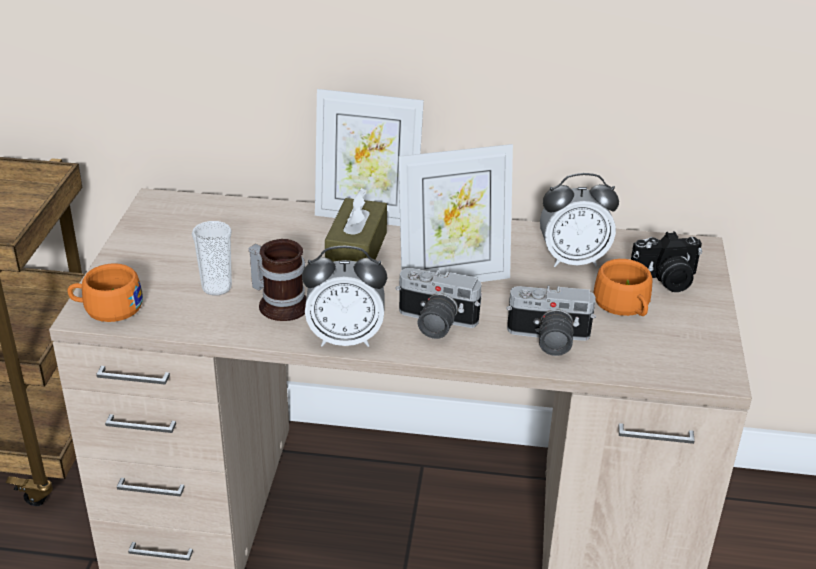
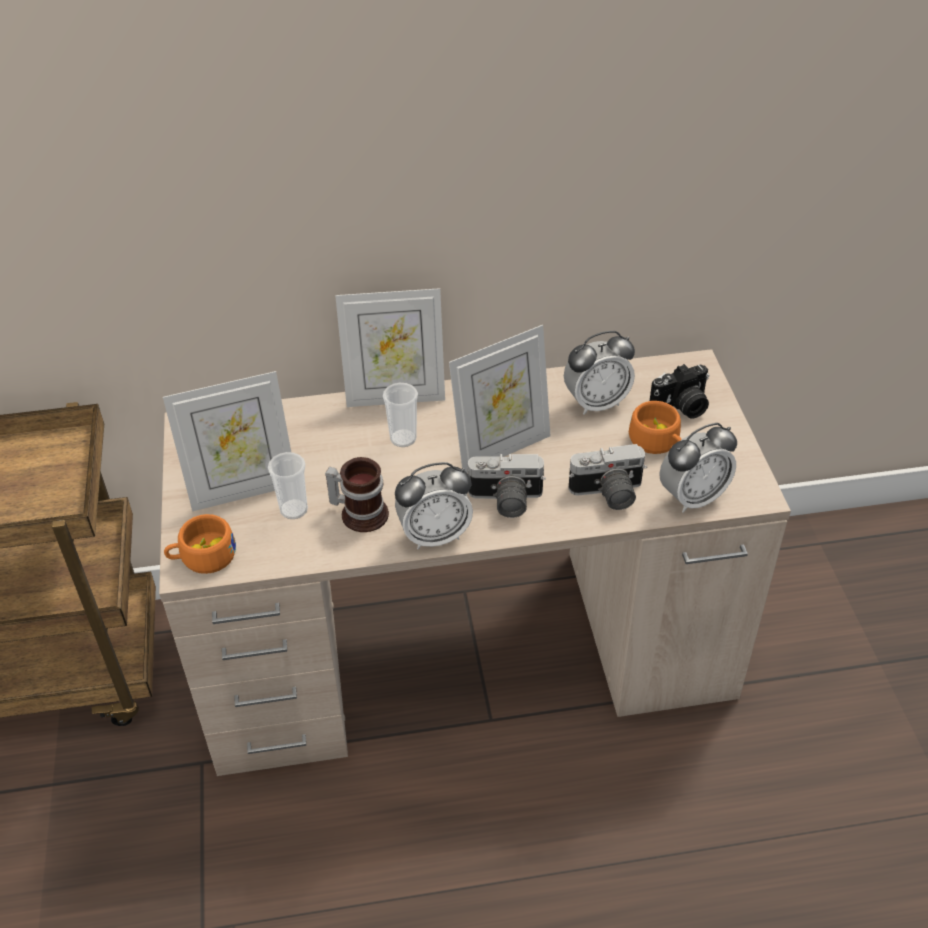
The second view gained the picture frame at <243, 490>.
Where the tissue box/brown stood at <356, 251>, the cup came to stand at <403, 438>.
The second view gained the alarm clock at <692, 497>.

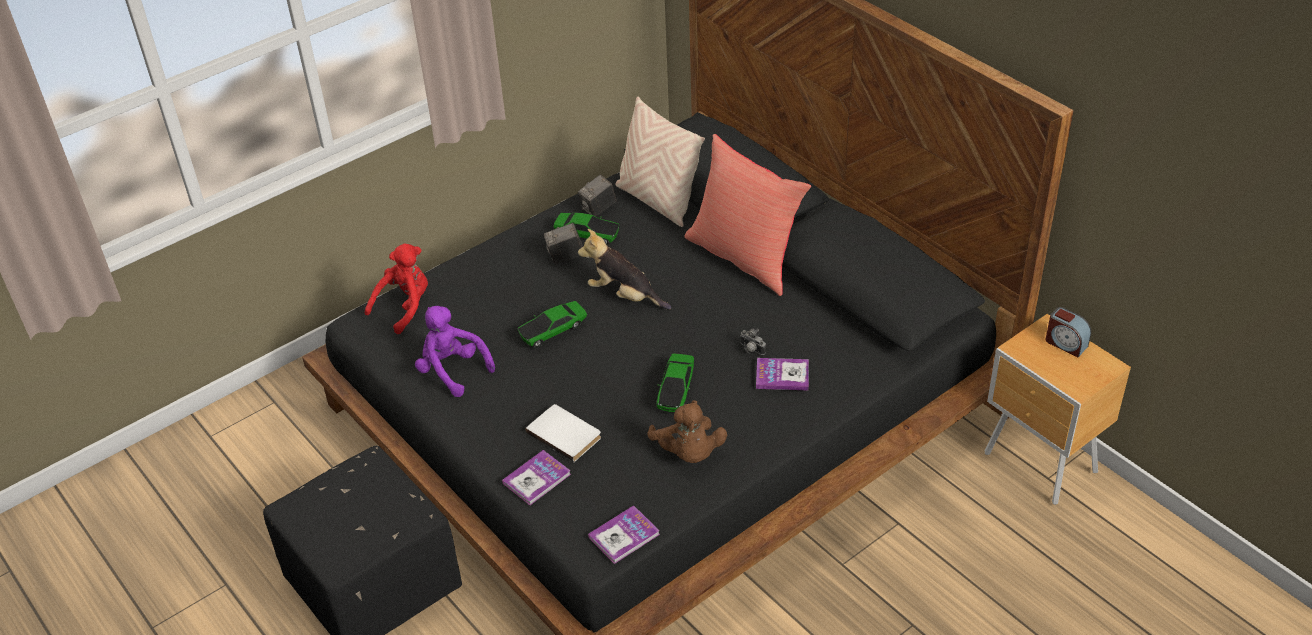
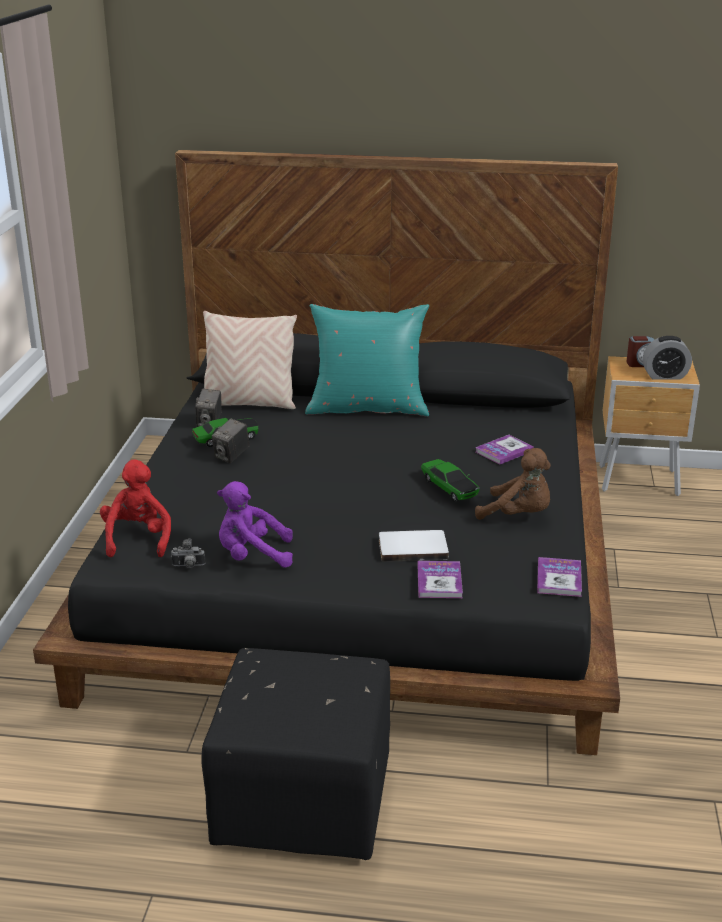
The photo camera ended up elsewhere, having gone from <751, 350> to <188, 566>.
What was the pillow/red at <744, 257> turned into the pillow/turquoise at <367, 408>.
The second view gained the alarm clock at <664, 376>.
The second view lost the toy car at <553, 330>.
The second view lost the plush toy at <624, 296>.

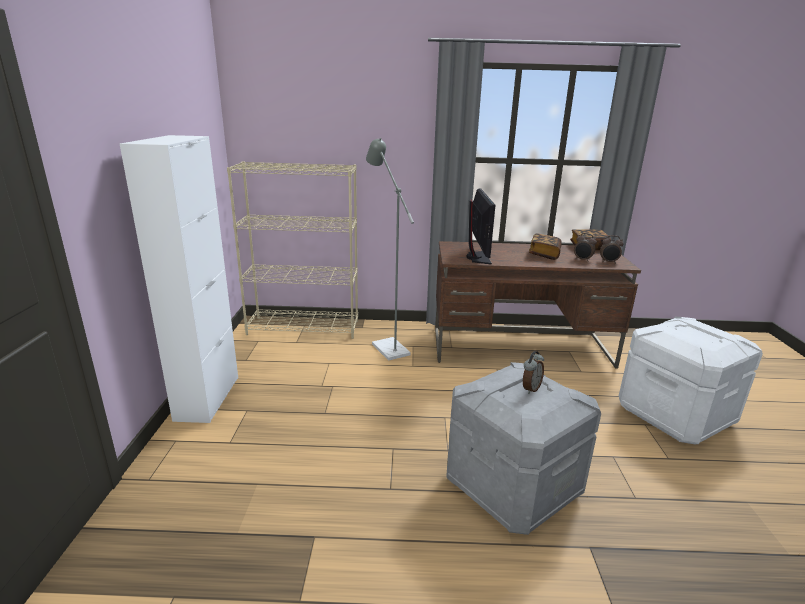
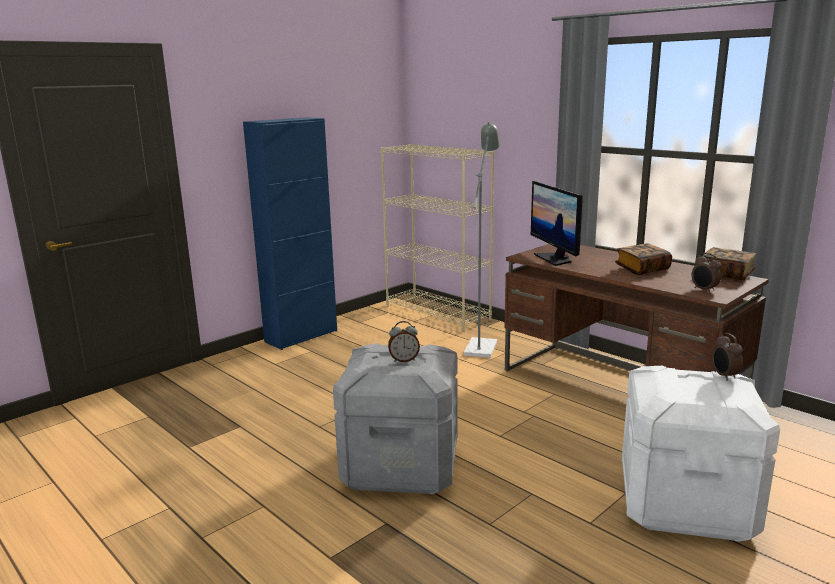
What was the cabinet/white at <207, 398> turned into the cabinet/blue at <301, 336>.
The monitor at <477, 257> ended up facing another way, 120 degrees clockwise from before.
The alarm clock ended up elsewhere, having gone from <582, 260> to <724, 376>.

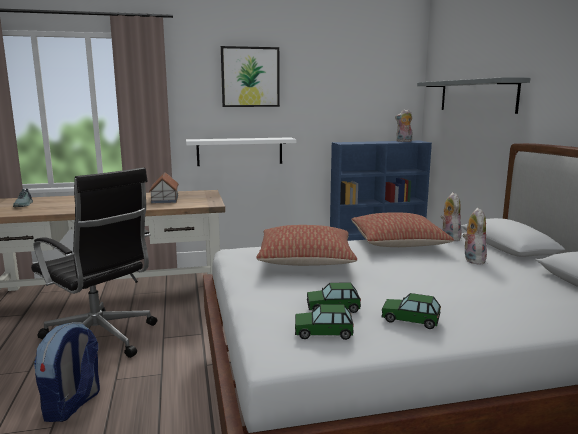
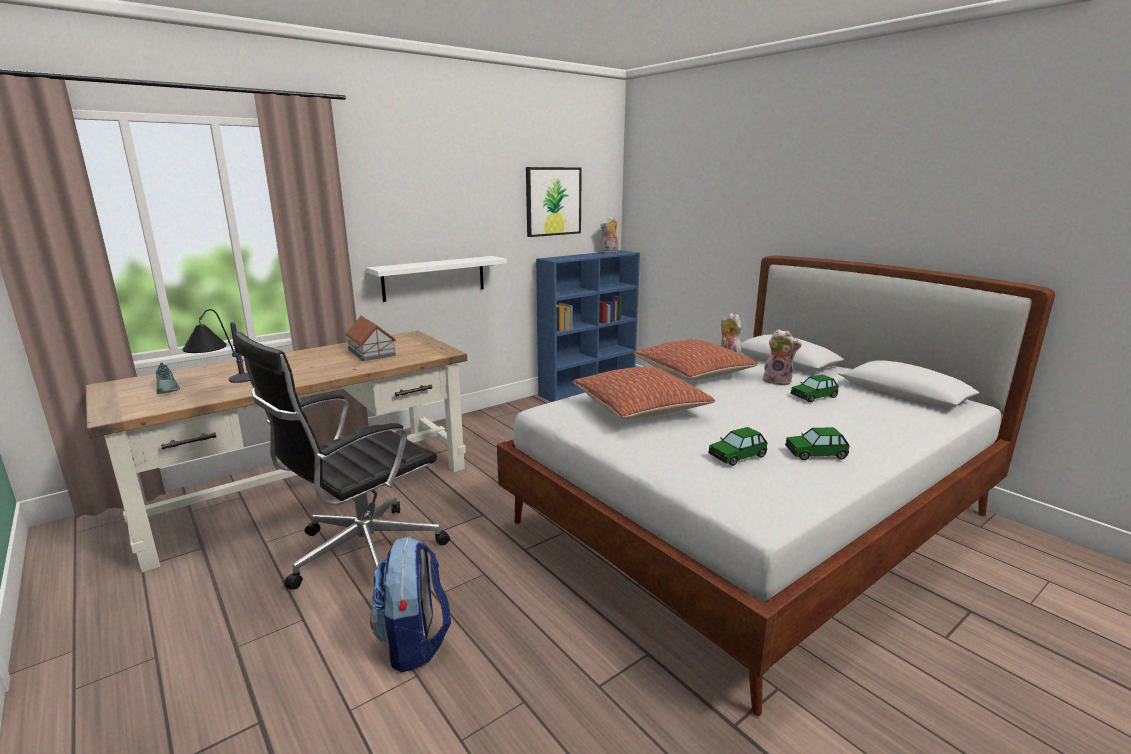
The second view gained the table lamp at <225, 387>.
The office chair/black at <100, 340> ended up facing another way, 120 degrees clockwise from before.
The picture ended up elsewhere, having gone from <250, 77> to <553, 201>.
The plush toy at <472, 259> ended up facing another way, 135 degrees clockwise from before.
The toy car ended up elsewhere, having gone from <323, 332> to <813, 396>.
The second view lost the shelf/grey at <476, 96>.

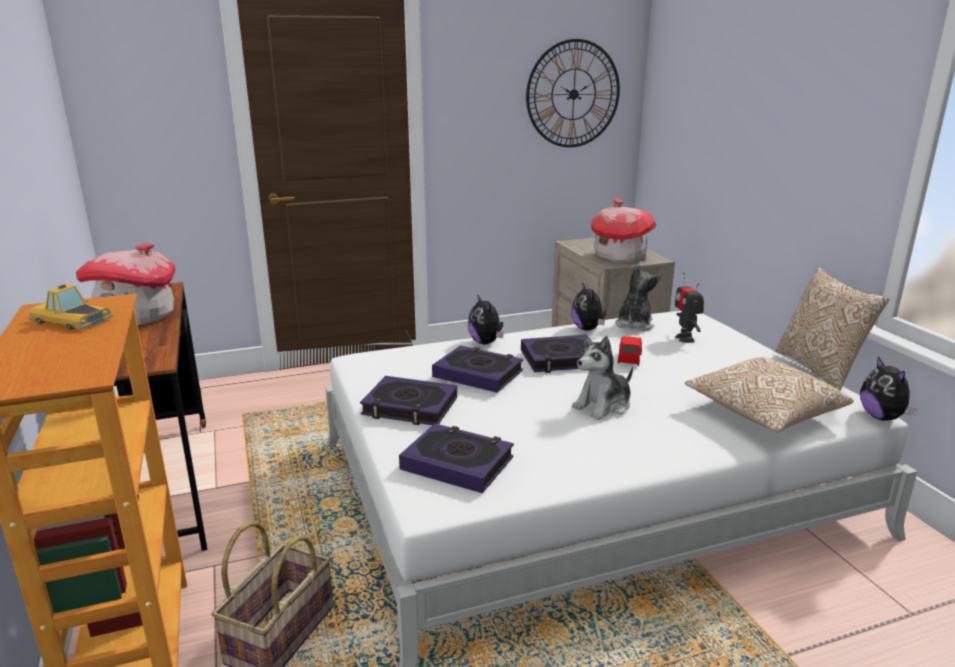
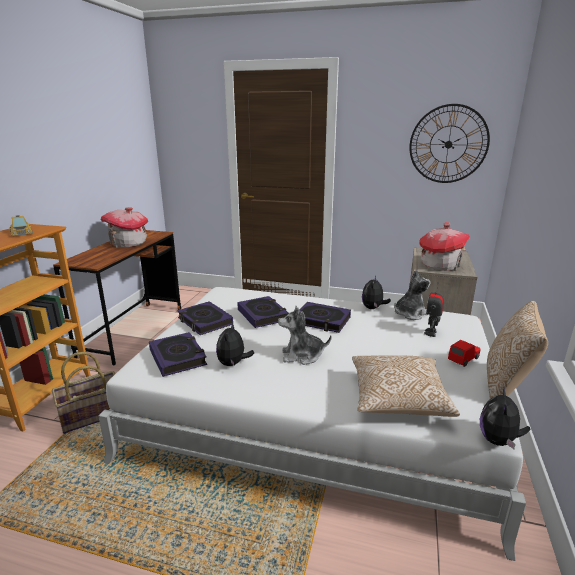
The plush toy ended up elsewhere, having gone from <486, 342> to <233, 364>.
The toy car/red ended up elsewhere, having gone from <629, 358> to <463, 359>.

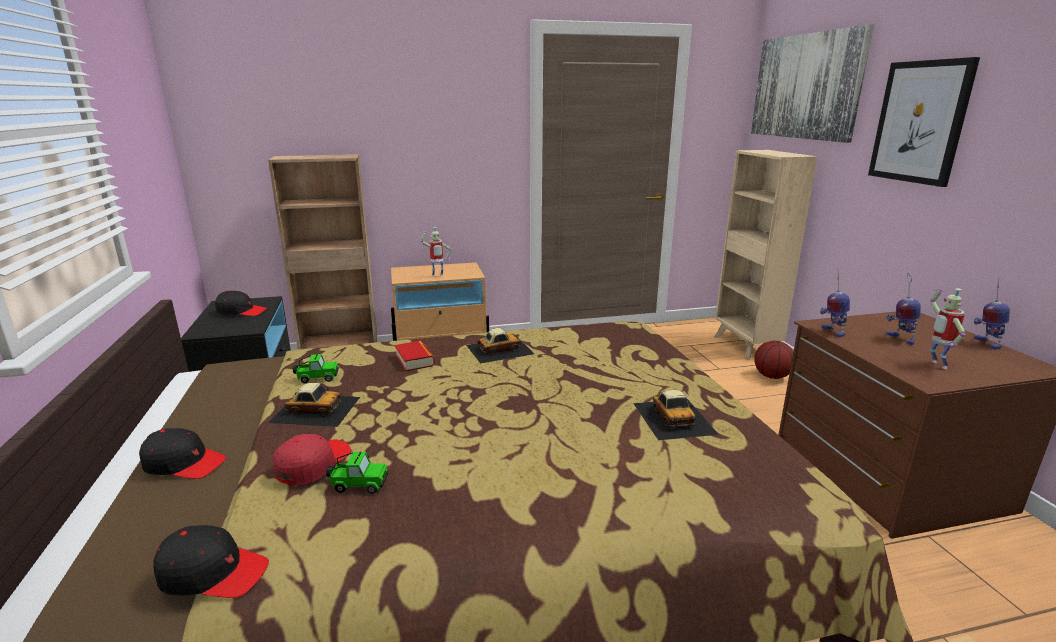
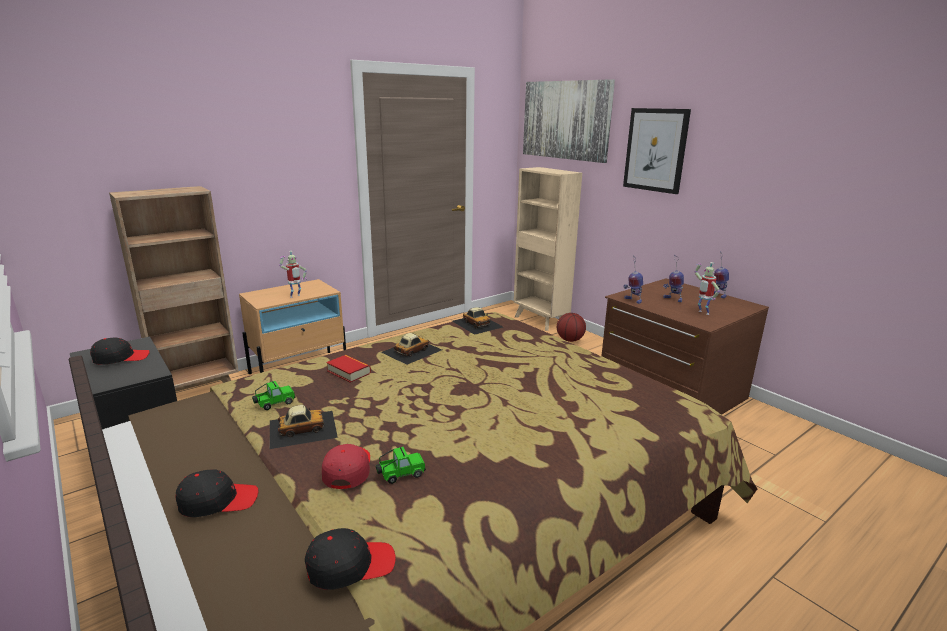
The toy car ended up elsewhere, having gone from <674, 418> to <477, 323>.

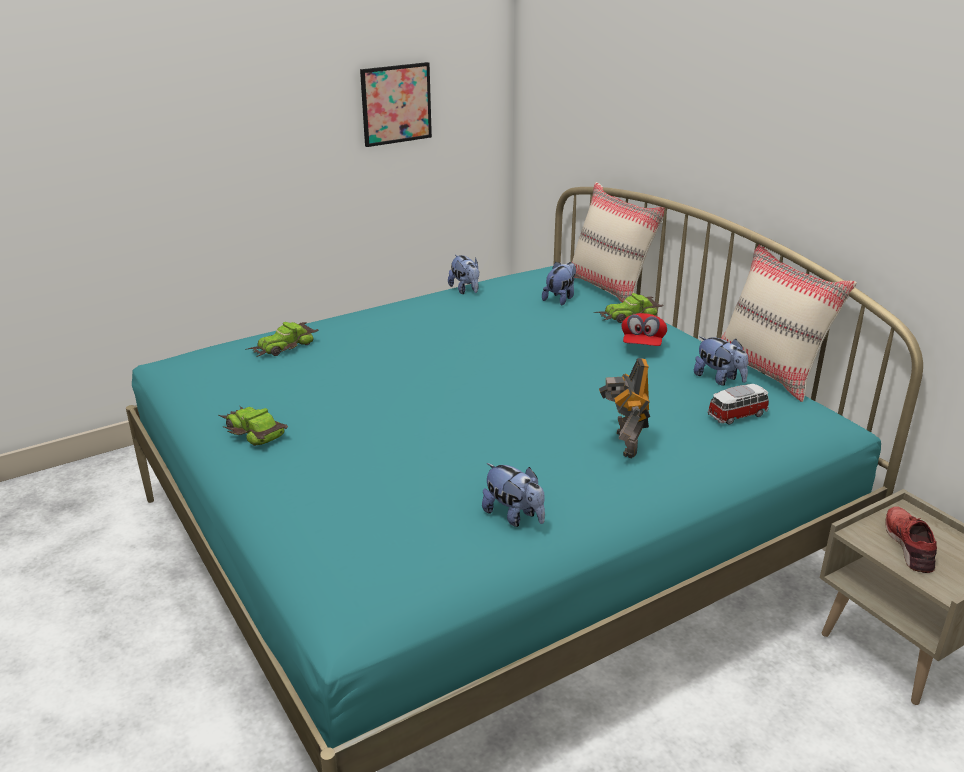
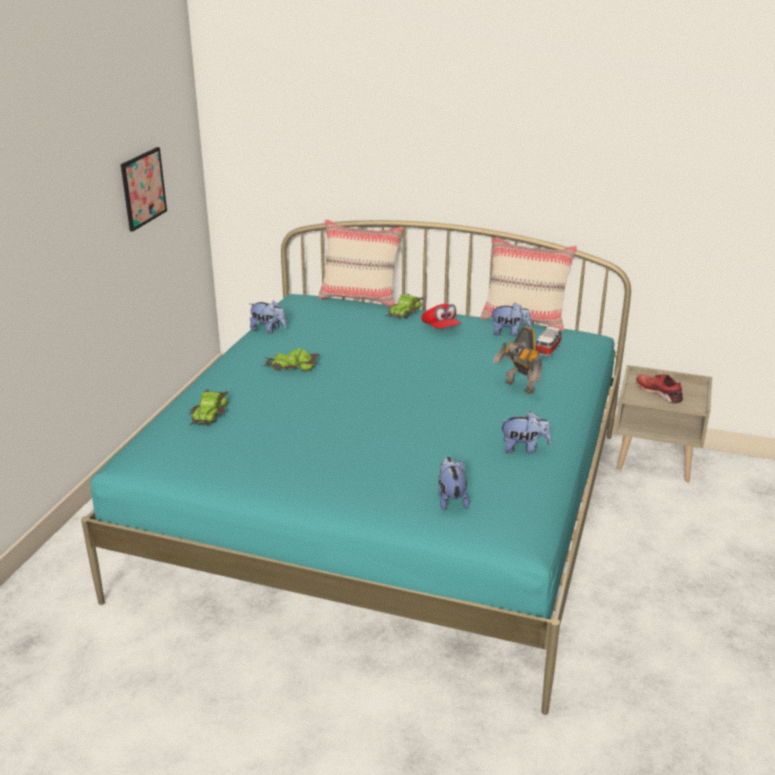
The toy car ended up elsewhere, having gone from <252, 430> to <291, 366>.
The plush toy ended up elsewhere, having gone from <560, 298> to <451, 499>.

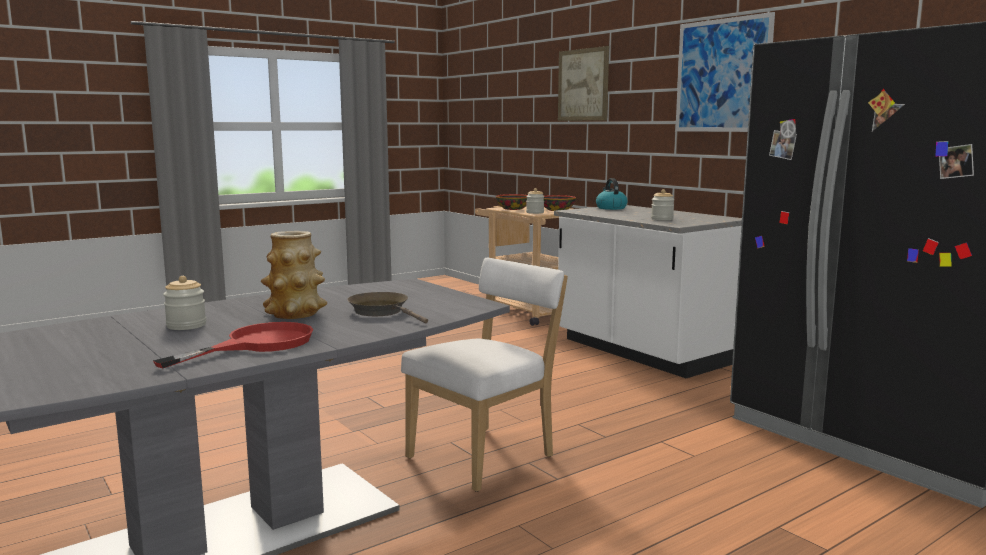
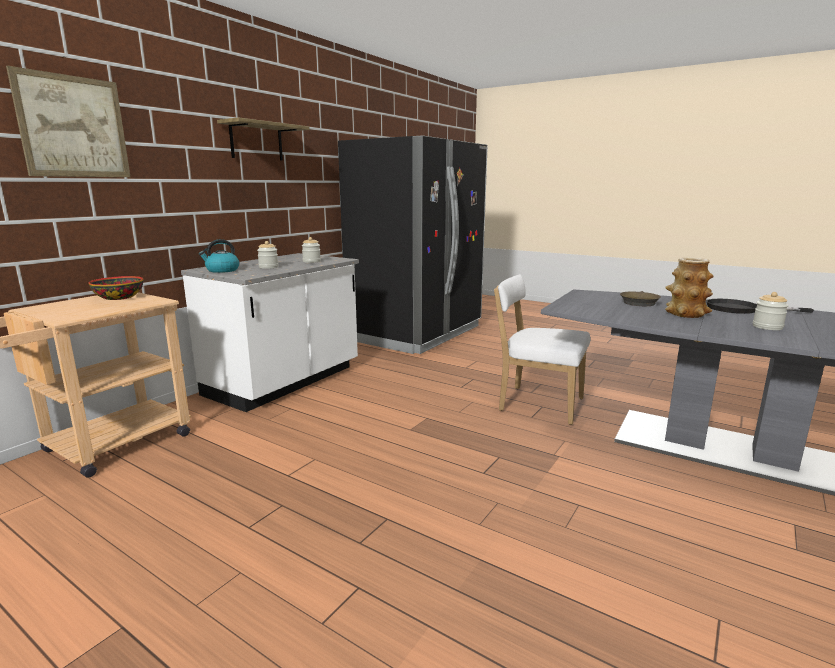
Where the picture hung at <722, 76>, the shelf came to hang at <256, 141>.
The jar ended up elsewhere, having gone from <535, 212> to <268, 267>.
What was the frying pan/red at <257, 344> turned into the frying pan/black at <742, 309>.
The second view lost the bowl at <513, 209>.

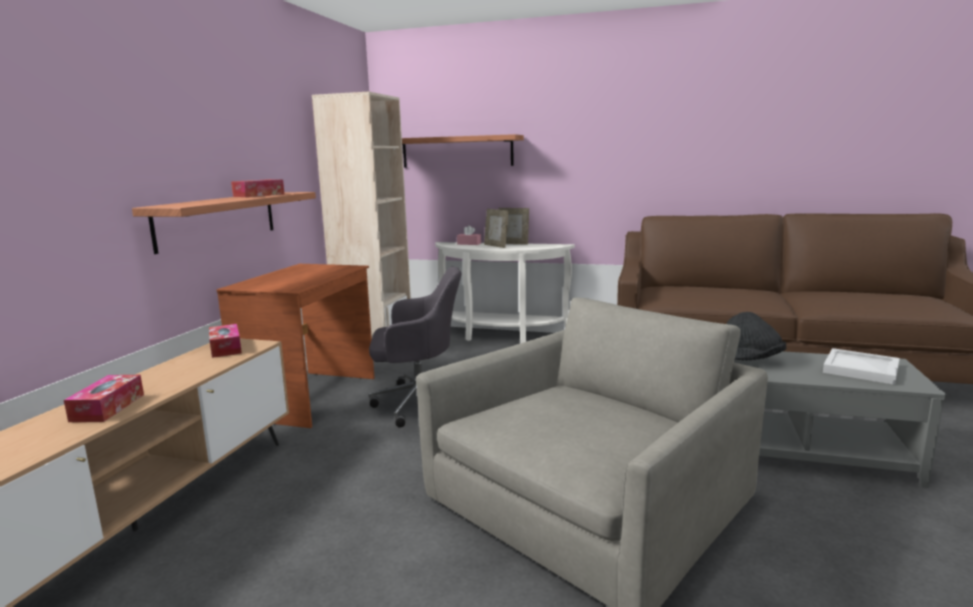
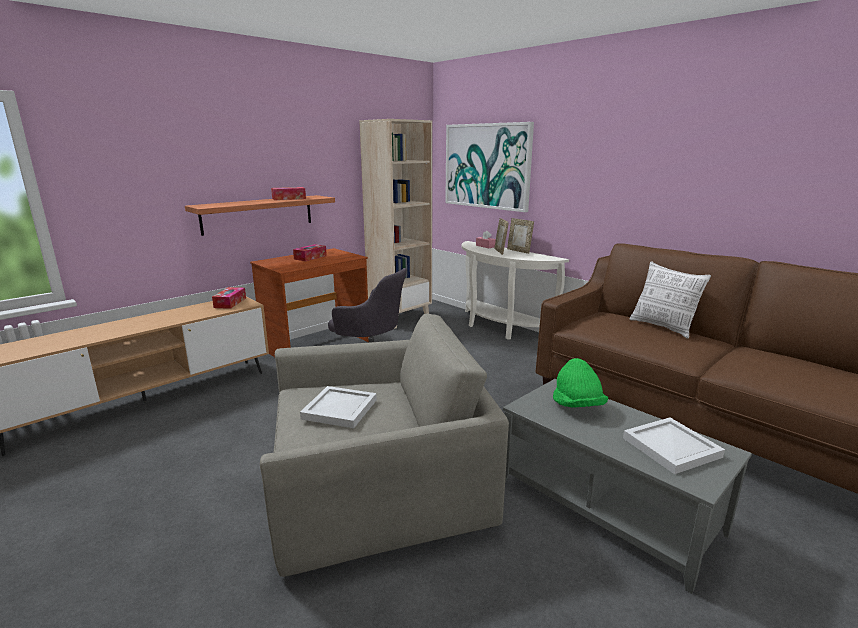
The tissue box ended up elsewhere, having gone from <108, 407> to <310, 257>.
The second view gained the tray/white at <341, 409>.
Where the shelf hung at <457, 152>, the picture came to hang at <487, 166>.
What was the hat/black at <751, 360> turned into the hat/green at <577, 406>.
The second view gained the pillow at <663, 327>.

